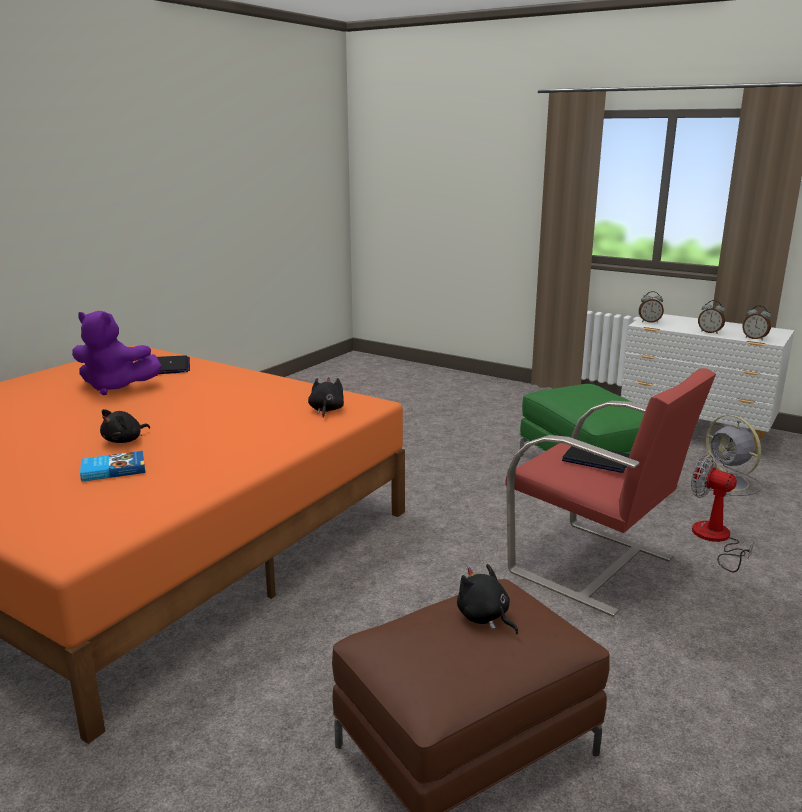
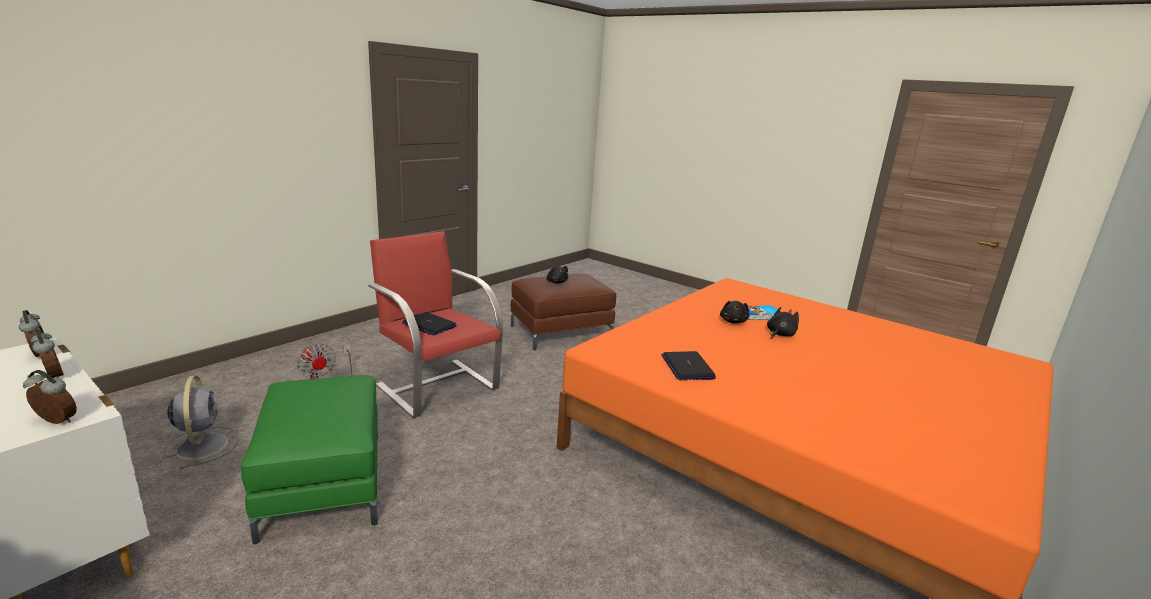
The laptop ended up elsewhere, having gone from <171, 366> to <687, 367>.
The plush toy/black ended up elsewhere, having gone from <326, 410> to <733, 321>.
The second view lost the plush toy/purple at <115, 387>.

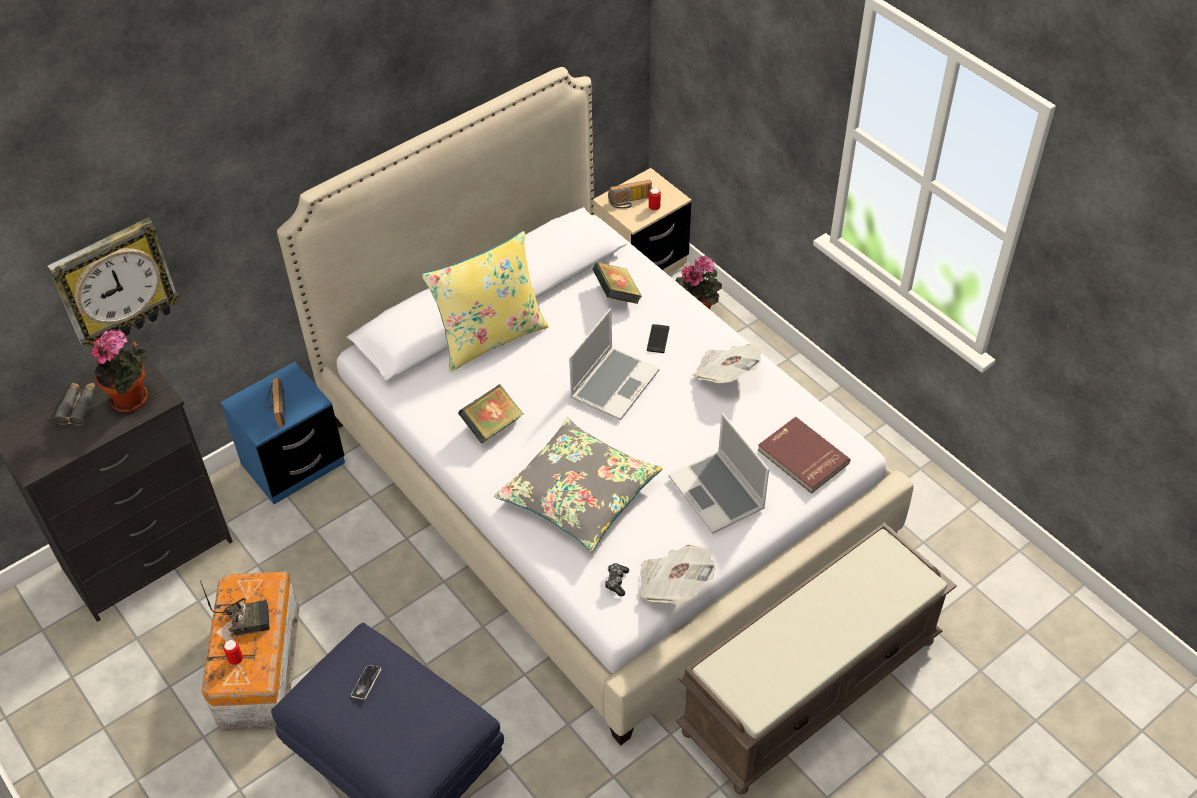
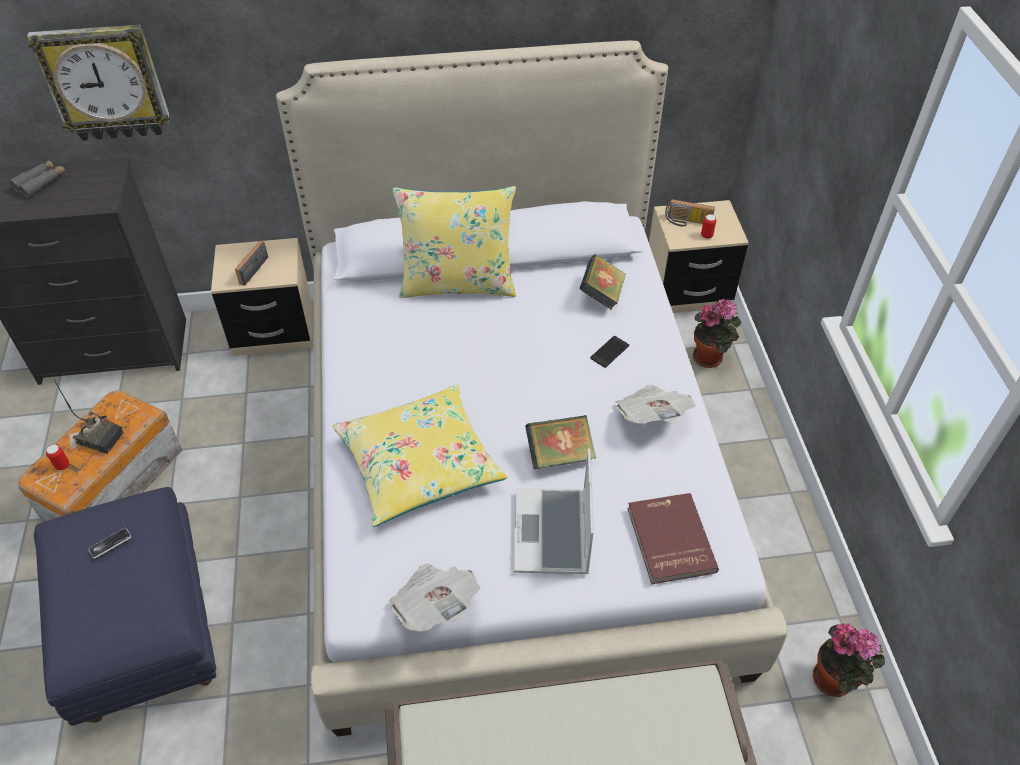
What was the nightstand/blue at <293, 464> turned into the nightstand/beige at <273, 330>.
What was the pillow/grey at <579, 494> turned into the pillow/yellow at <419, 463>.
The book ended up elsewhere, having gone from <492, 425> to <559, 455>.
The potted plant ended up elsewhere, having gone from <133, 399> to <836, 680>.
The second view lost the laptop at <614, 384>.
The second view lost the game controller at <616, 581>.

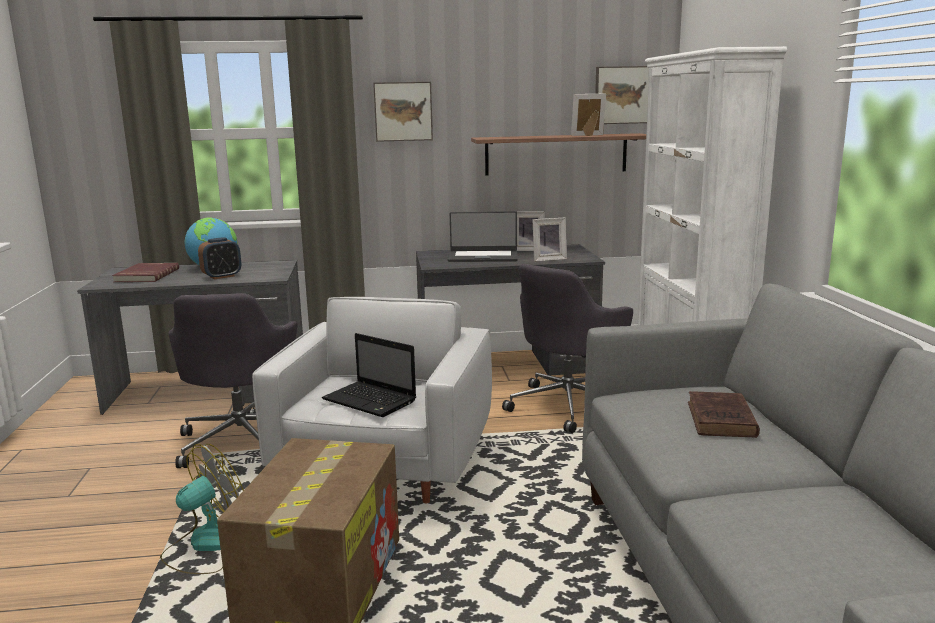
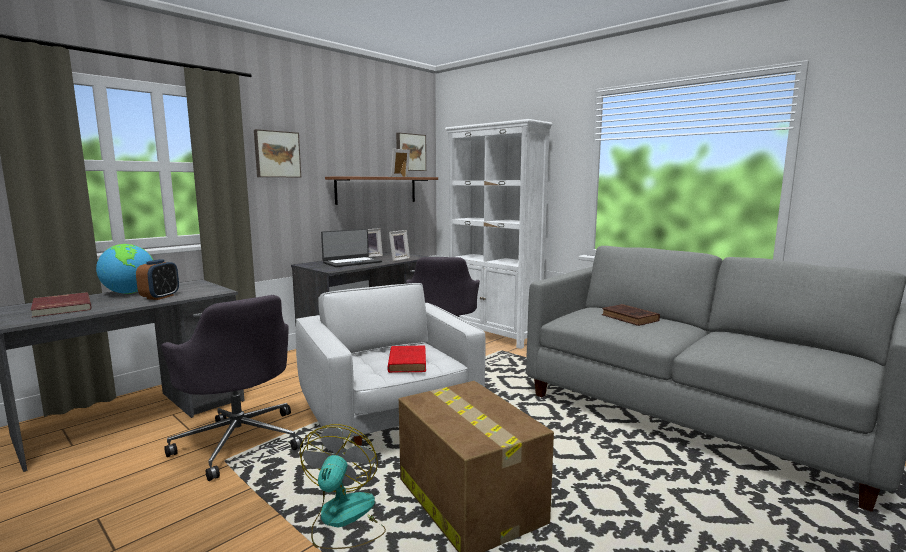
Where the laptop stood at <371, 401>, the book/red came to stand at <407, 362>.

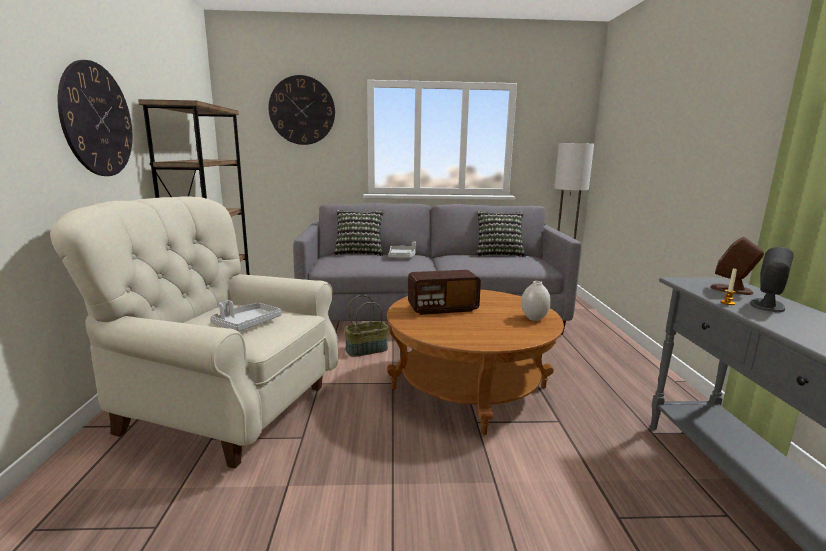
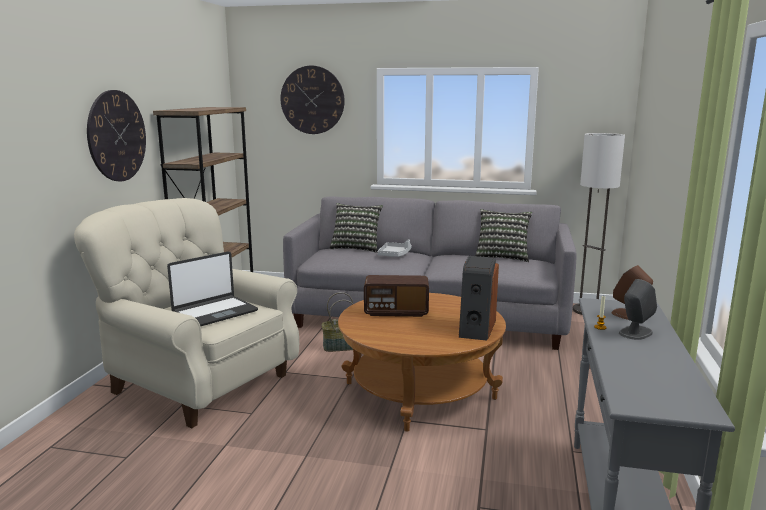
Where the tray/grey stood at <247, 324>, the laptop came to stand at <214, 312>.
Where the vase/white stood at <534, 318>, the speaker came to stand at <476, 328>.

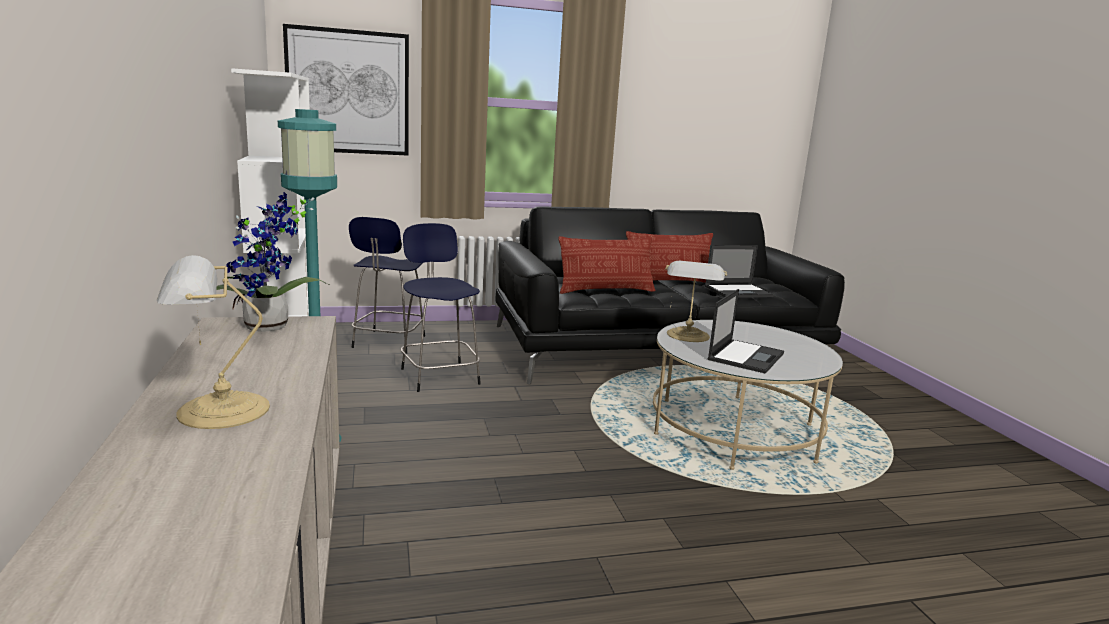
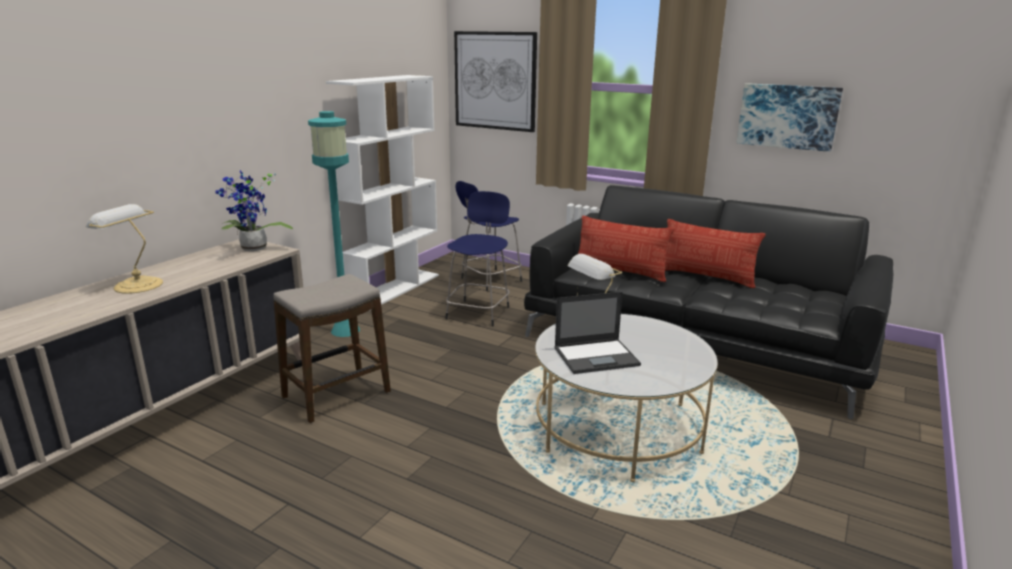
The second view gained the stool at <336, 395>.
The second view gained the picture at <787, 116>.
The second view lost the laptop at <739, 291>.

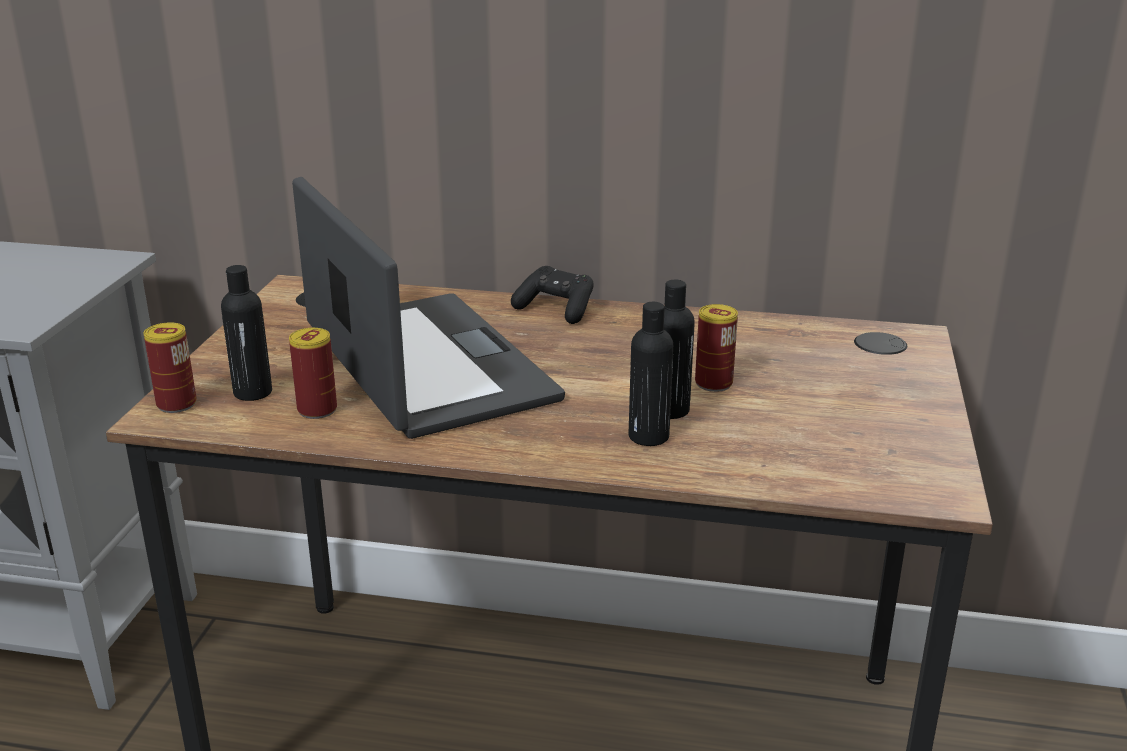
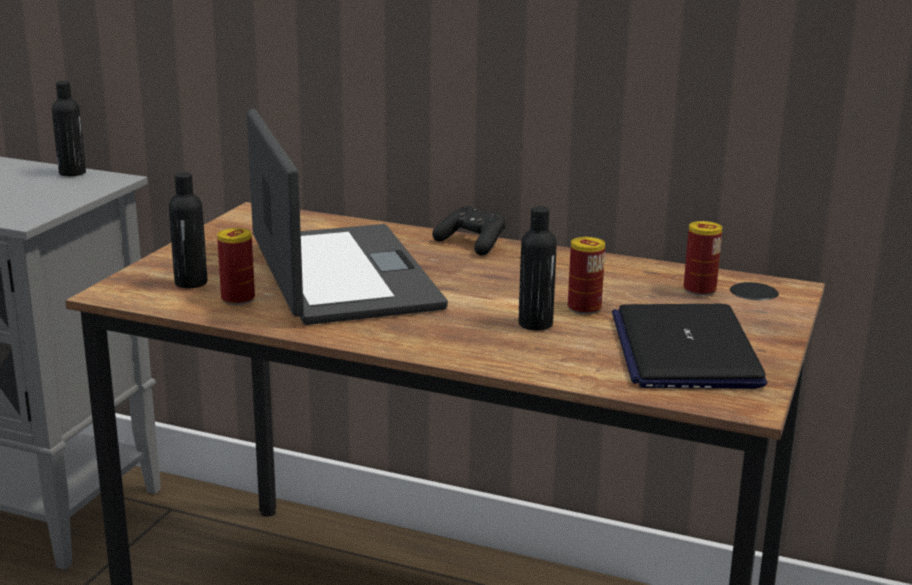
The bottle/black ended up elsewhere, having gone from <648, 436> to <72, 173>.
The second view gained the laptop at <684, 350>.
The can ended up elsewhere, having gone from <176, 404> to <699, 290>.

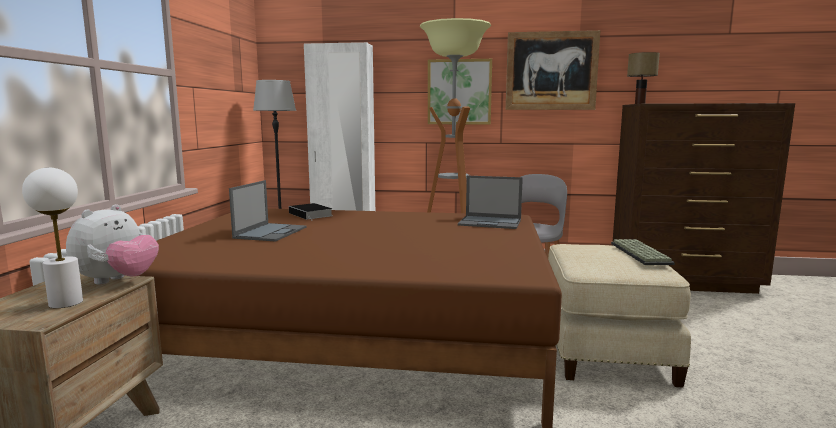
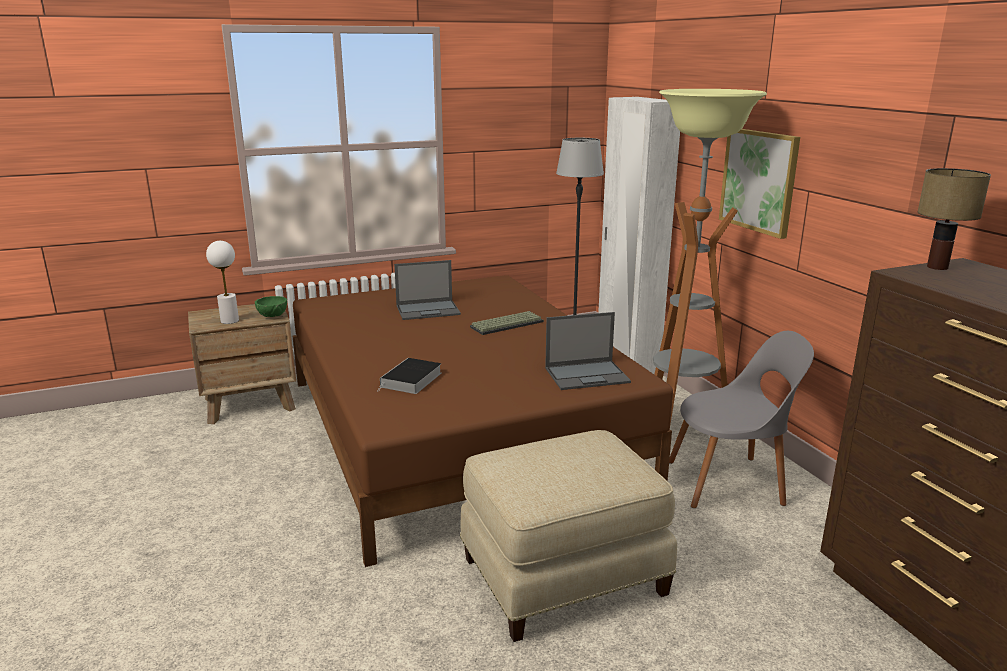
Where the plush toy stood at <117, 281>, the bowl/green came to stand at <273, 316>.
The book ended up elsewhere, having gone from <311, 214> to <411, 380>.
The keyboard ended up elsewhere, having gone from <638, 253> to <507, 324>.
The laptop at <491, 222> ended up facing another way, 90 degrees counterclockwise from before.
The second view lost the picture at <551, 71>.

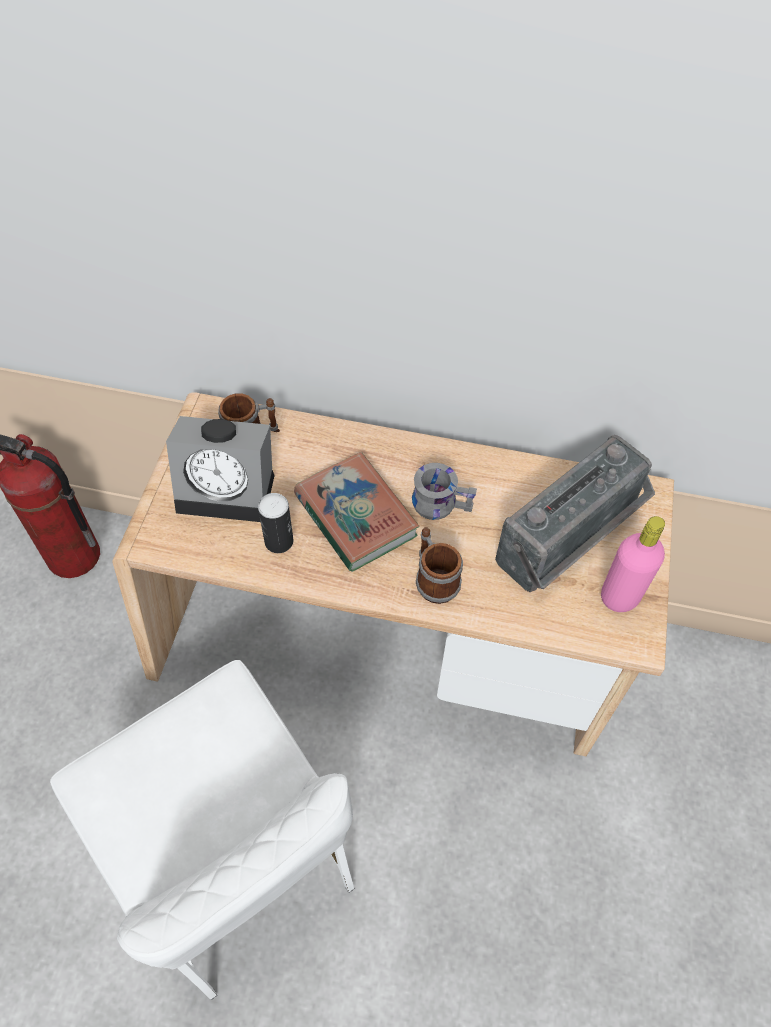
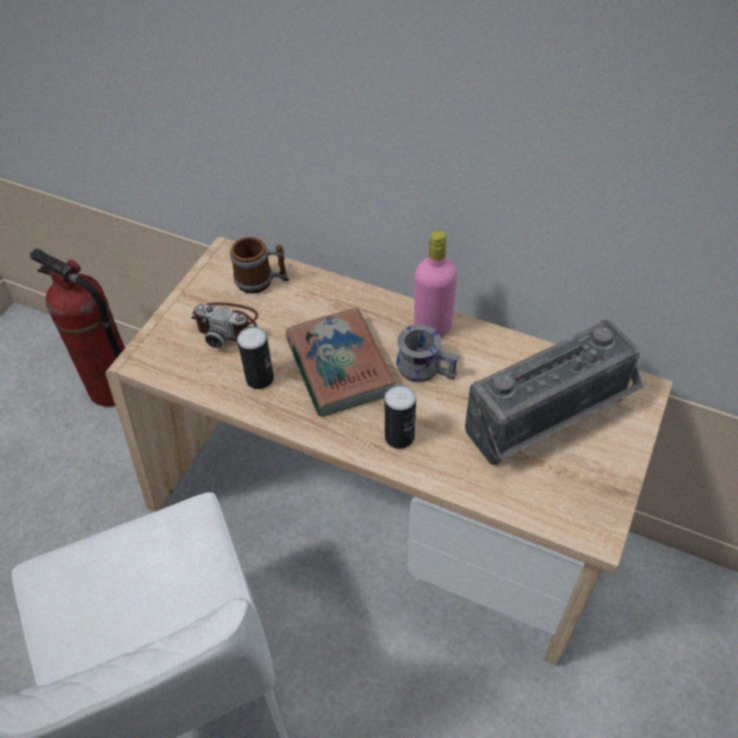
Where the alarm clock stood at <230, 489>, the photo camera came to stand at <228, 325>.
Where the mug stood at <434, 579>, the can came to stand at <399, 436>.
The bottle/pink ended up elsewhere, having gone from <619, 596> to <432, 327>.

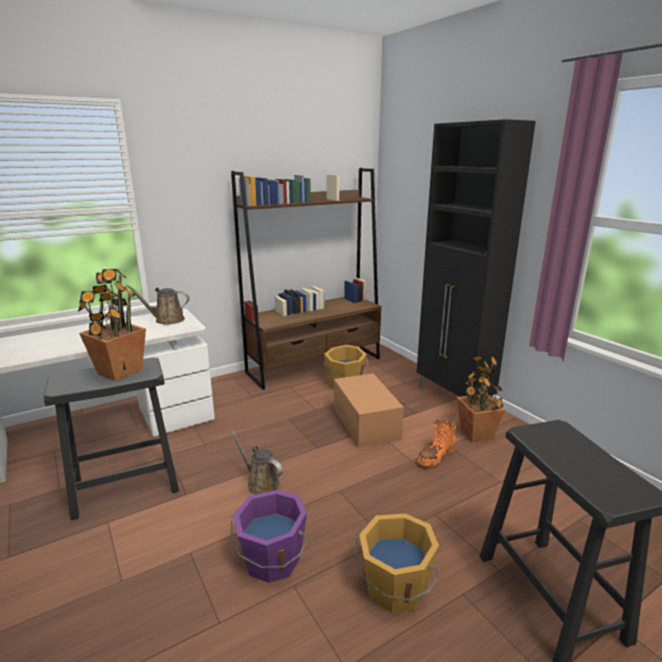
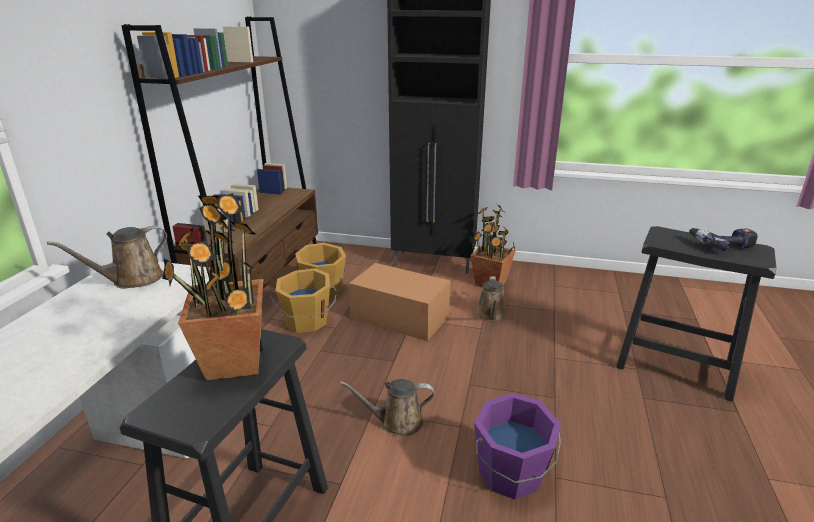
The bucket/orange ended up elsewhere, having gone from <394, 588> to <306, 321>.
Where the boot/orange stood at <436, 456>, the watering can/brown came to stand at <491, 315>.
The second view gained the power drill at <721, 244>.

